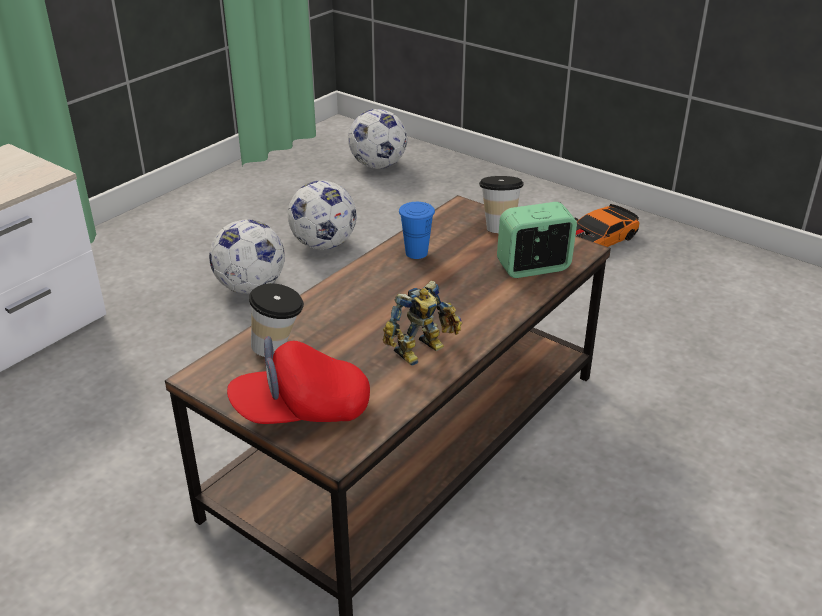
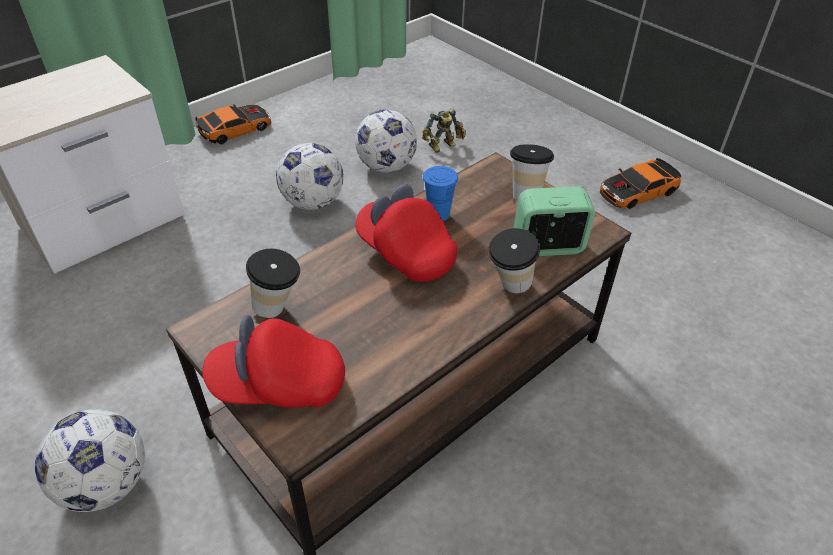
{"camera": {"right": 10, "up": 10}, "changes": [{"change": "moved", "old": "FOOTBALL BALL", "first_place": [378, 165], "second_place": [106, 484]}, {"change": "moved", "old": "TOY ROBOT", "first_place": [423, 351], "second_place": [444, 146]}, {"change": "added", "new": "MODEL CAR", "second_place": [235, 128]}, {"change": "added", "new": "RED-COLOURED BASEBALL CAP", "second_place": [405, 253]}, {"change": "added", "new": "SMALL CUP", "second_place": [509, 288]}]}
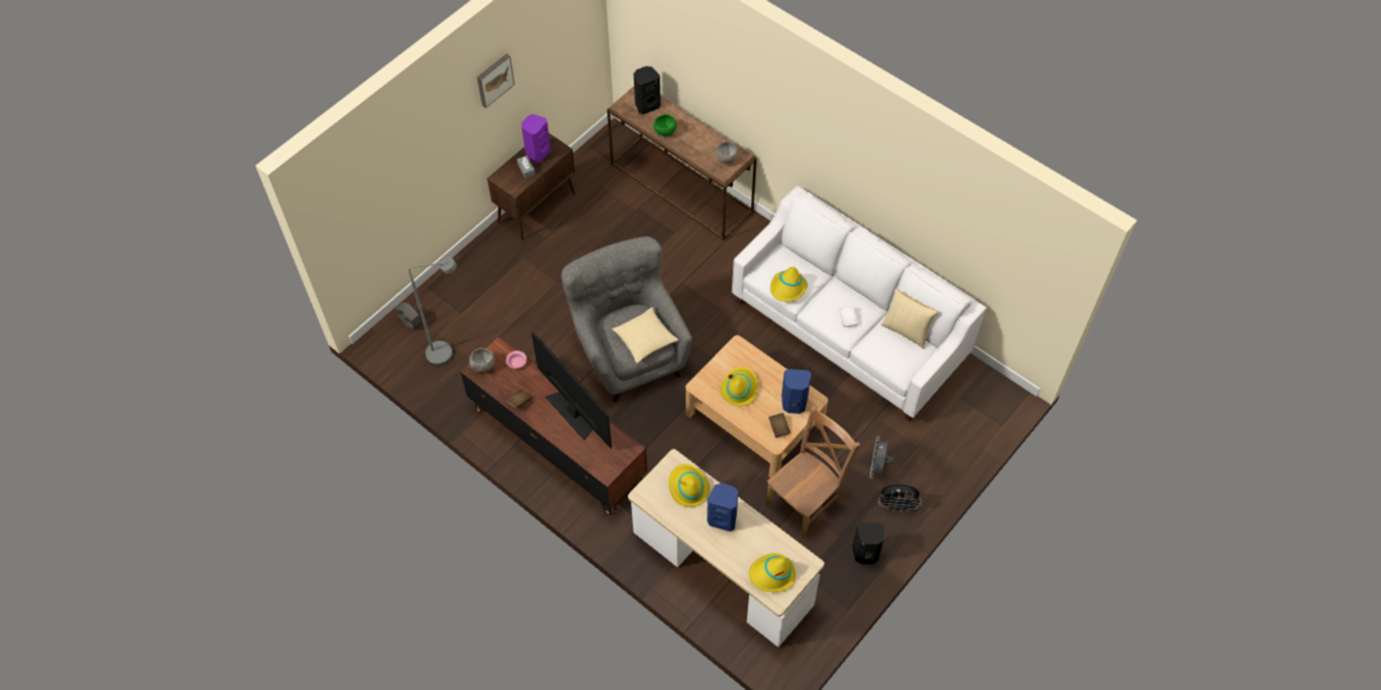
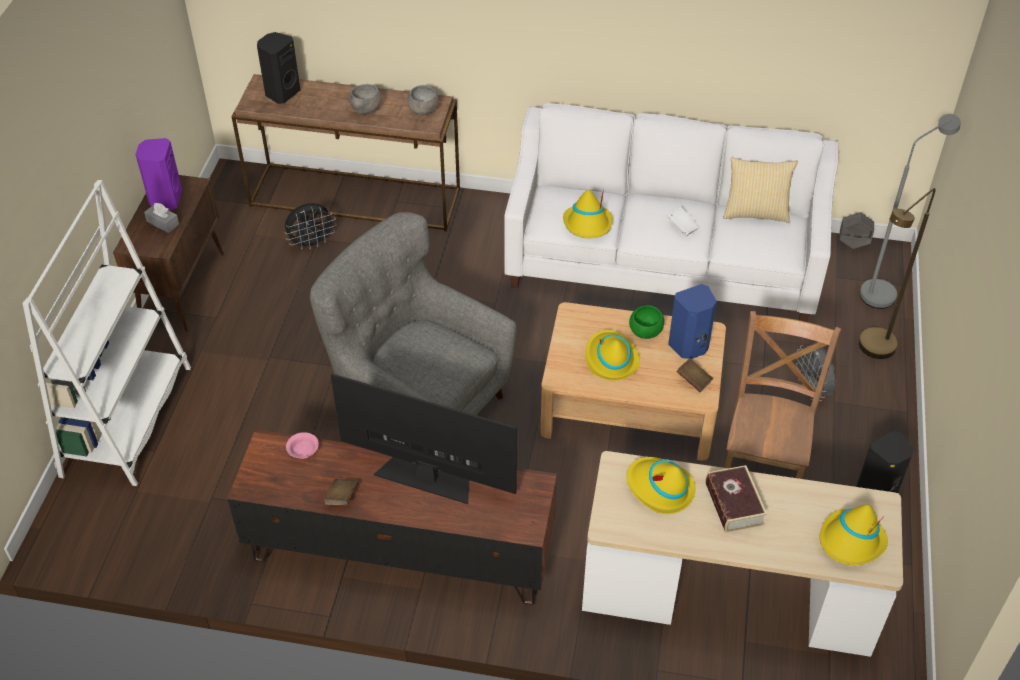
{"camera": {"right": -30, "up": -10}, "changes": [{"change": "removed", "old": "PICTURE", "first_place": [494, 79]}, {"change": "moved", "old": "GREEN SERVING BOWL", "first_place": [665, 132], "second_place": [646, 332]}, {"change": "moved", "old": "GREYISH STANDARD LAMP", "first_place": [447, 352], "second_place": [883, 290]}, {"change": "moved", "old": "GREYISH FLOWER POT", "first_place": [410, 322], "second_place": [853, 244]}, {"change": "removed", "old": "THROW PILLOW", "first_place": [645, 340]}, {"change": "moved", "old": "GREYISH SERVING BOWL", "first_place": [482, 366], "second_place": [365, 110]}, {"change": "replaced", "old": "BLUE LOUDSPEAKER", "new": "BOUND BOOK", "first_place": [723, 518], "second_place": [734, 504]}, {"change": "moved", "old": "BLACKISH COOLING FAN", "first_place": [897, 506], "second_place": [311, 243]}, {"change": "added", "new": "WHITE-COLOURED BOOKCASE", "second_place": [127, 420]}, {"change": "added", "new": "BROWNISH STANDARD LAMP", "second_place": [872, 351]}]}
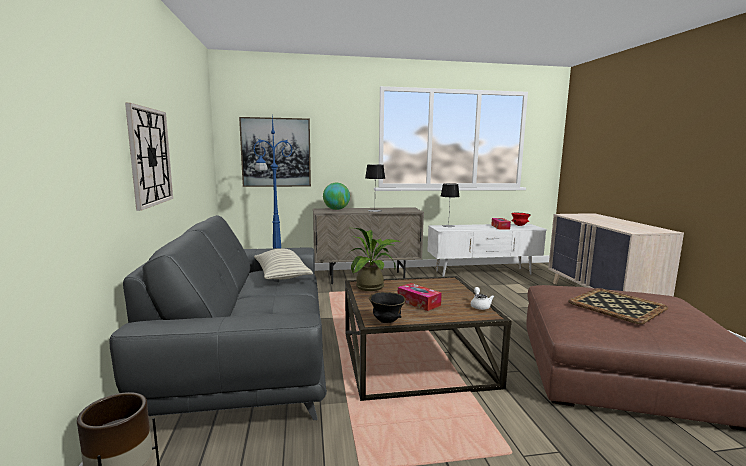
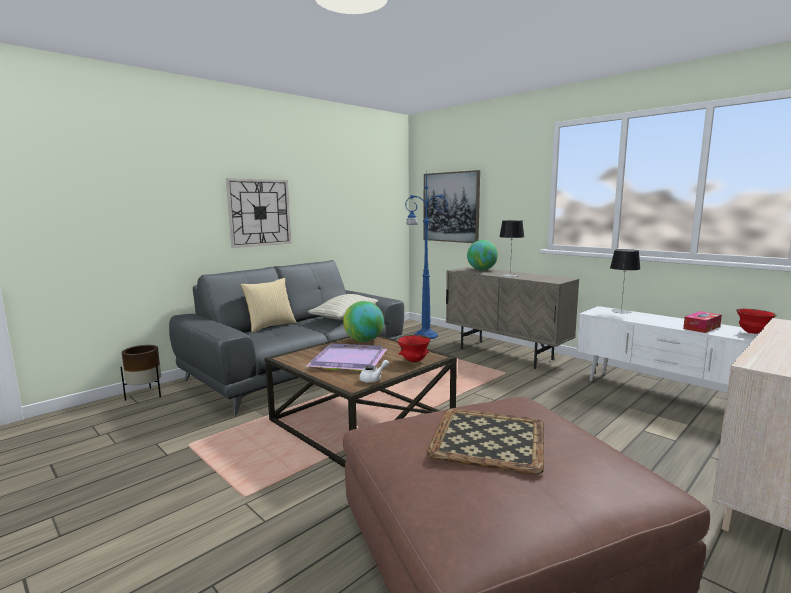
{"camera": {"right": 55, "up": 0}, "changes": [{"change": "replaced", "old": "PLANT IN A POT", "new": "DESK GLOBE", "first_place": [373, 287], "second_place": [364, 341]}, {"change": "replaced", "old": "TISSUE HOLDER", "new": "PURPLE-COLOURED SERVING TRAY", "first_place": [418, 302], "second_place": [347, 359]}, {"change": "removed", "old": "BLACKISH SERVING BOWL", "first_place": [386, 322]}, {"change": "added", "new": "THROW PILLOW", "second_place": [270, 326]}, {"change": "added", "new": "RED-COLOURED SERVING BOWL", "second_place": [413, 361]}]}
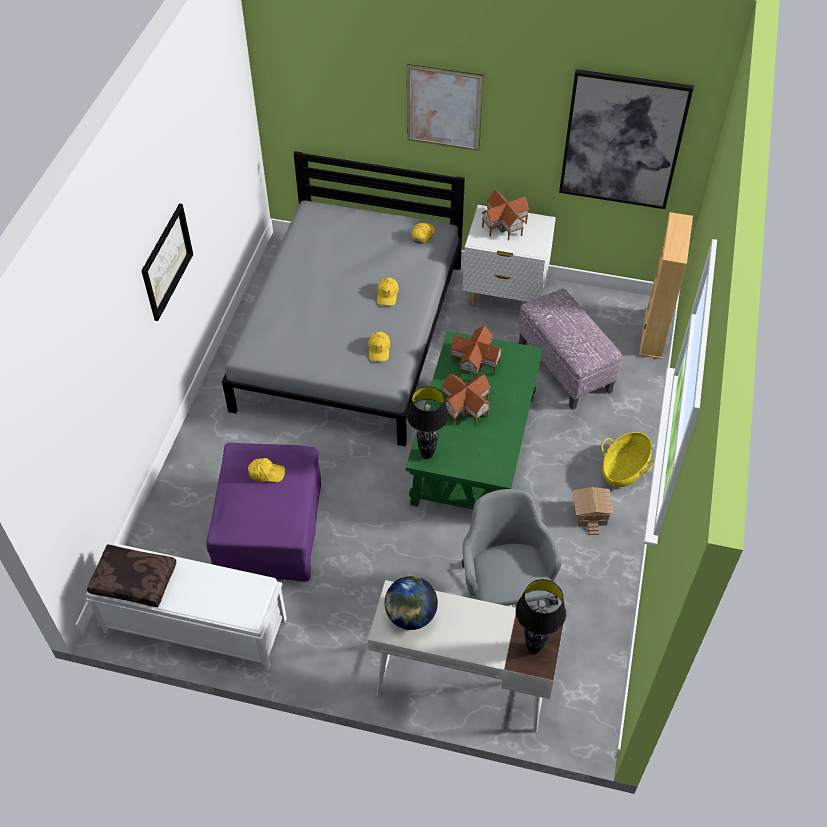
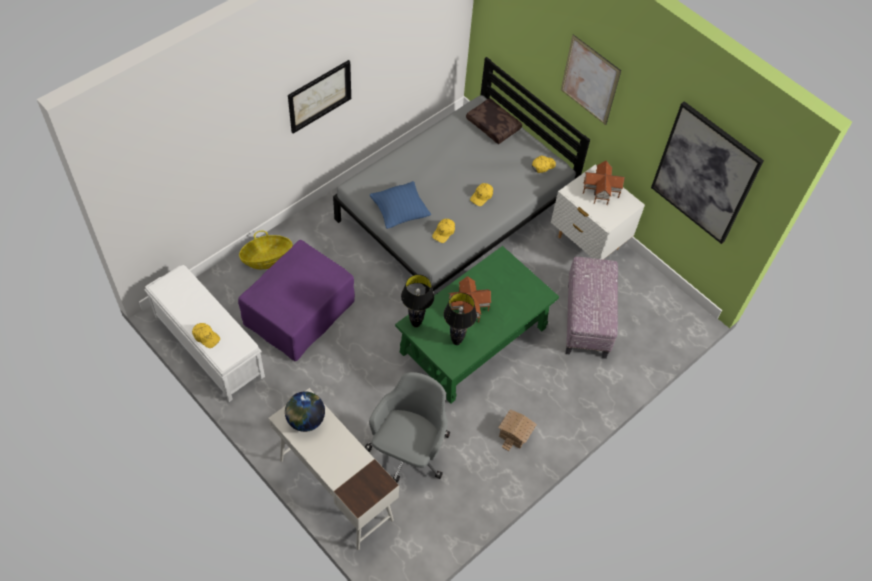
{"camera": {"right": 30, "up": 5}, "changes": [{"change": "removed", "old": "BEIGE-COLOURED BOOKCASE", "first_place": [653, 333]}, {"change": "removed", "old": "MODEL HOUSE", "first_place": [475, 361]}, {"change": "moved", "old": "STORAGE BASKET", "first_place": [624, 469], "second_place": [267, 259]}, {"change": "moved", "old": "YELLOW-COLOURED BASEBALL CAP", "first_place": [266, 473], "second_place": [206, 337]}, {"change": "moved", "old": "BROWNISH THROW PILLOW", "first_place": [135, 580], "second_place": [494, 125]}, {"change": "moved", "old": "BLACKISH TABLE LAMP", "first_place": [534, 648], "second_place": [456, 342]}, {"change": "added", "new": "BLUE THROW PILLOW", "second_place": [399, 213]}]}
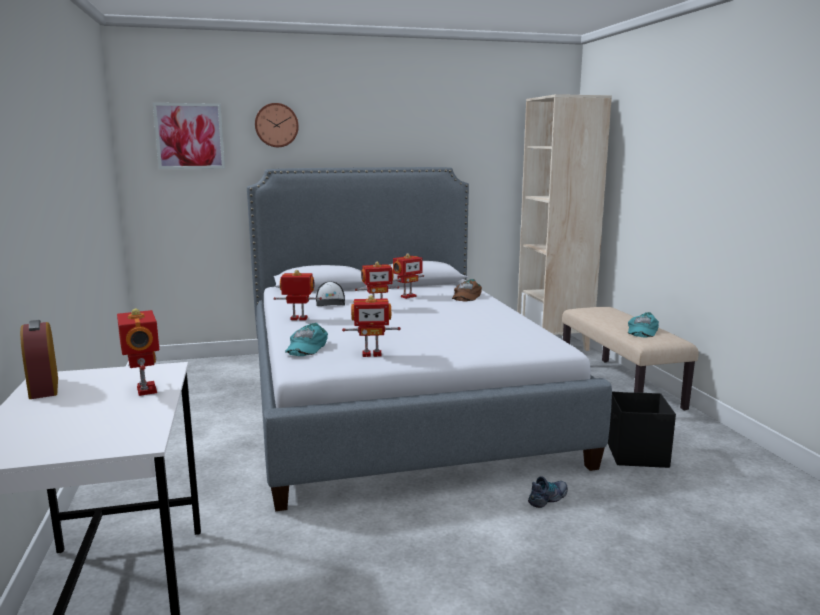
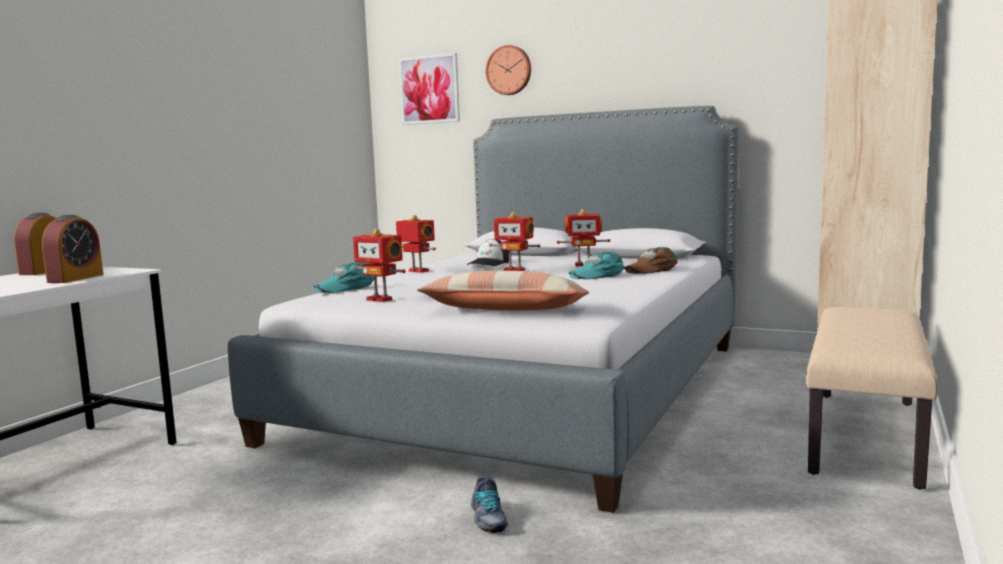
{"camera": {"right": 40, "up": -5}, "changes": [{"change": "replaced", "old": "TOY ROBOT", "new": "BEDSIDE CLOCK", "first_place": [144, 390], "second_place": [75, 278]}, {"change": "moved", "old": "BLUE-GREEN BASEBALL CAP", "first_place": [641, 330], "second_place": [597, 275]}, {"change": "removed", "old": "BLACKISH STORAGE BOX", "first_place": [636, 454]}, {"change": "turned", "old": "ITEM OF FOOTWEAR", "first_place": [548, 498], "second_place": [488, 519], "degrees": 75}, {"change": "added", "new": "THROW PILLOW", "second_place": [505, 310]}]}
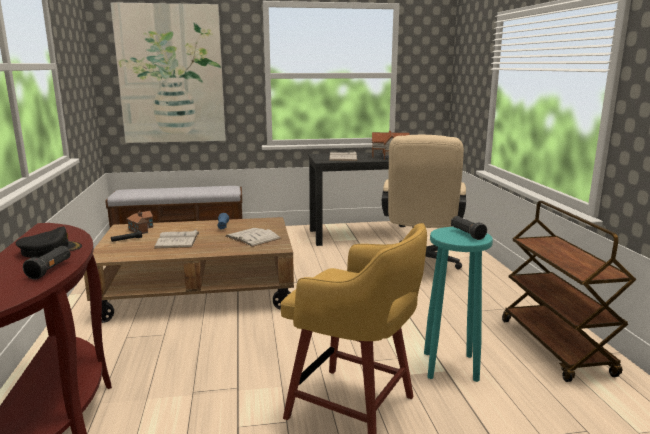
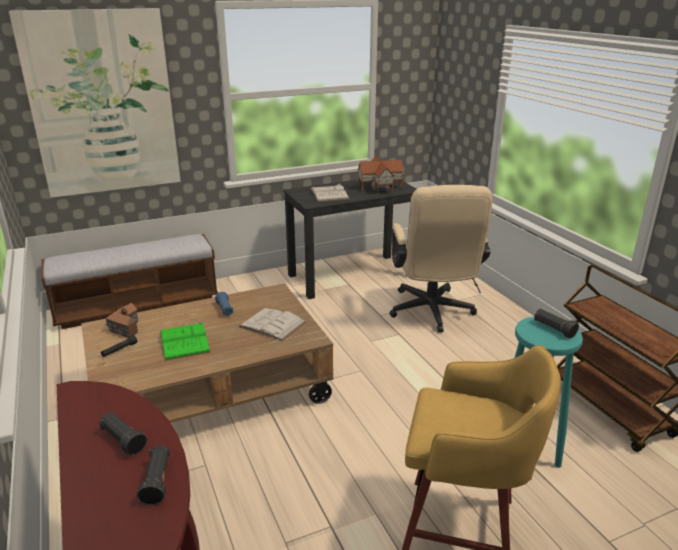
{"camera": {"right": -15, "up": 10}, "changes": [{"change": "replaced", "old": "BLACKISH BASEBALL CAP", "new": "BLACKISH FLASHLIGHT", "first_place": [50, 250], "second_place": [123, 440]}, {"change": "recoloured", "old": "WHITE-COLOURED BOUND BOOK", "new": "GREEN BOUND BOOK", "first_place": [177, 240], "second_place": [184, 341]}]}
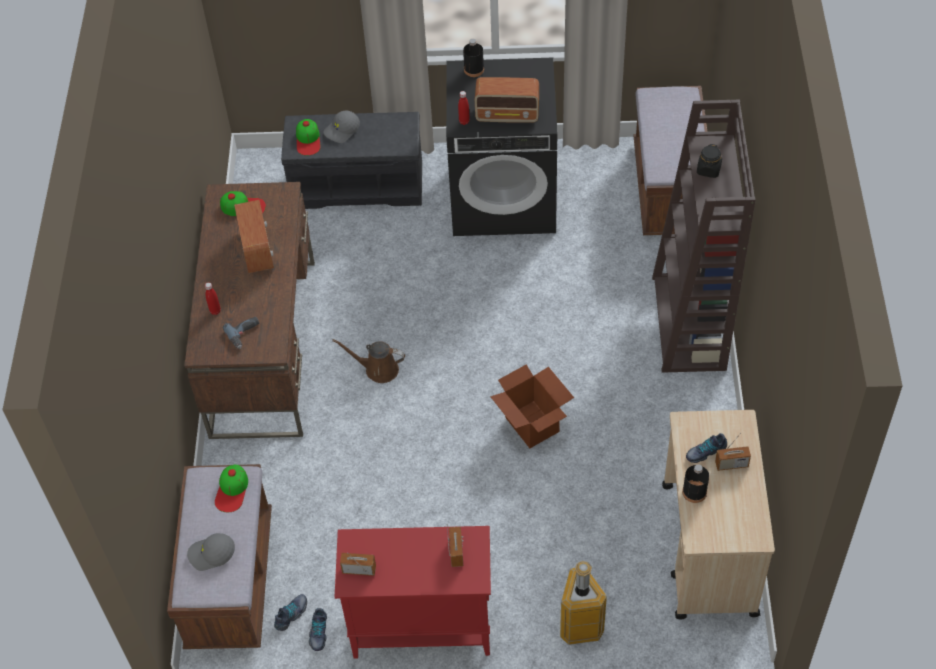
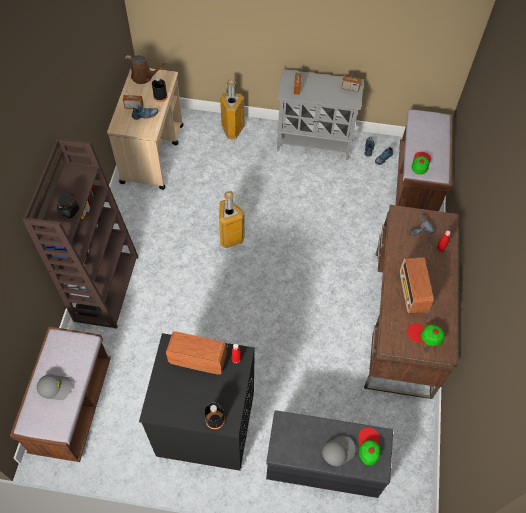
{"camera": {"right": -175, "up": 5}, "changes": [{"change": "moved", "old": "BROWNISH WATERING CAN", "first_place": [378, 369], "second_place": [144, 77]}, {"change": "replaced", "old": "CARTON", "new": "TRASH CAN", "first_place": [532, 425], "second_place": [230, 237]}, {"change": "recoloured", "old": "RED-COLOURED STORAGE CABINET", "new": "GREYISH STORAGE CABINET", "first_place": [420, 627], "second_place": [315, 142]}, {"change": "moved", "old": "GREYISH BASEBALL CAP", "first_place": [212, 554], "second_place": [56, 387]}]}
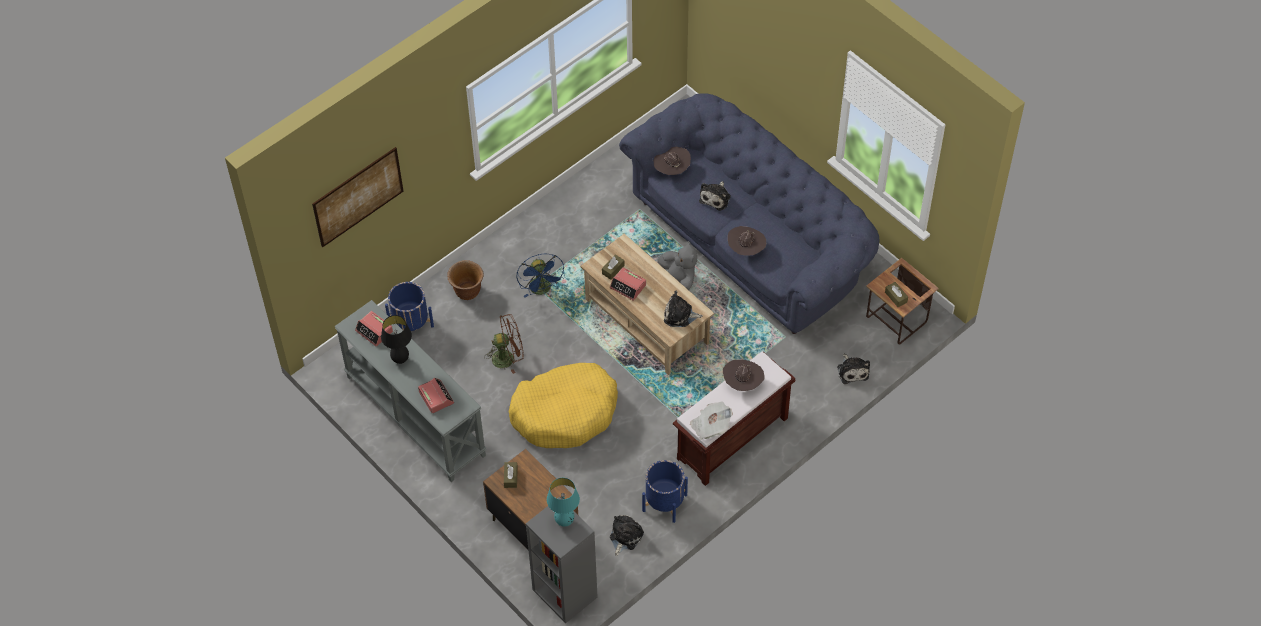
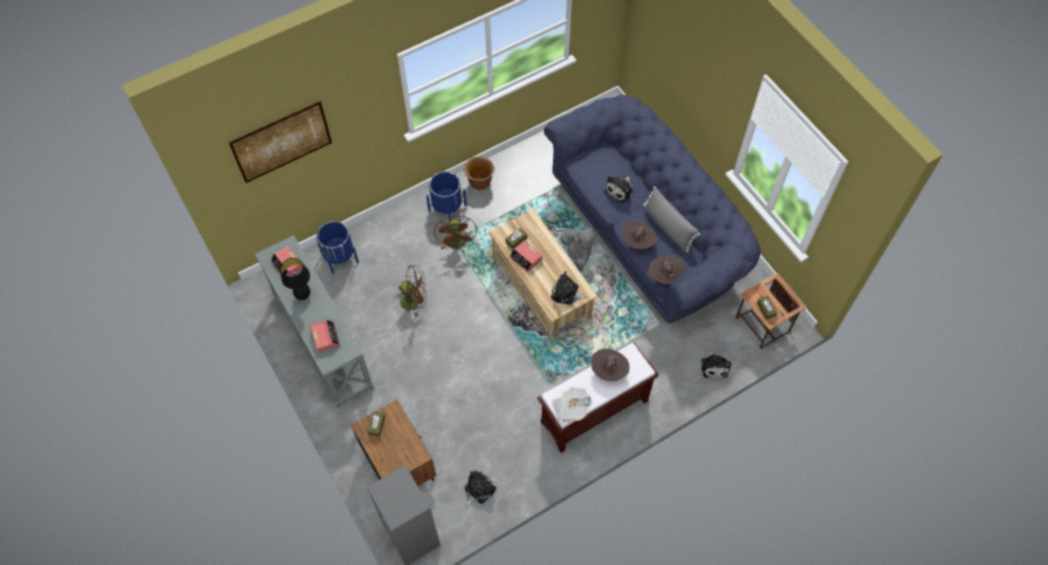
{"camera": {"right": 10, "up": 5}, "changes": [{"change": "moved", "old": "BROWNISH HAT", "first_place": [671, 169], "second_place": [664, 276]}, {"change": "recoloured", "old": "BLUE COOLING FAN", "new": "BROWNISH COOLING FAN", "first_place": [542, 290], "second_place": [458, 245]}, {"change": "moved", "old": "BROWNISH FLOWER POT", "first_place": [467, 291], "second_place": [479, 182]}, {"change": "removed", "old": "YELLOW-COLOURED PET BED", "first_place": [565, 412]}, {"change": "moved", "old": "BLUE FLOWER POT", "first_place": [664, 502], "second_place": [447, 208]}, {"change": "removed", "old": "BLUE-GREEN TABLE LAMP", "first_place": [564, 521]}, {"change": "added", "new": "GREYISH THROW PILLOW", "second_place": [667, 227]}]}
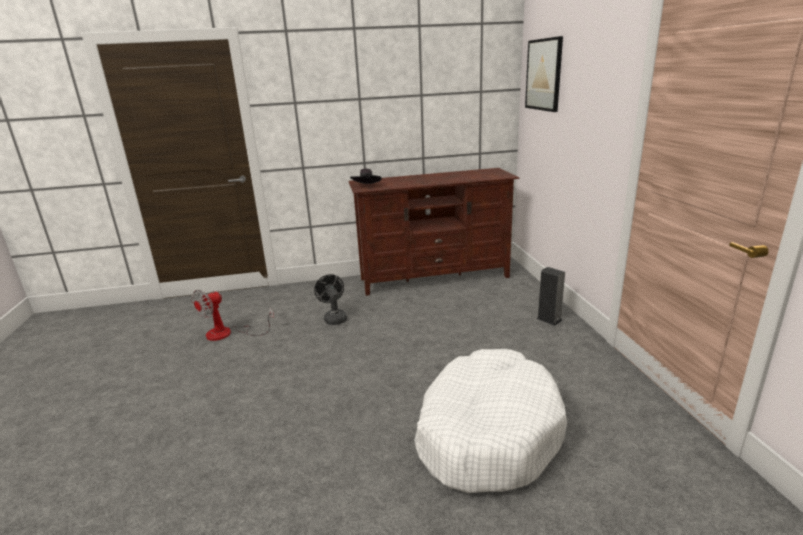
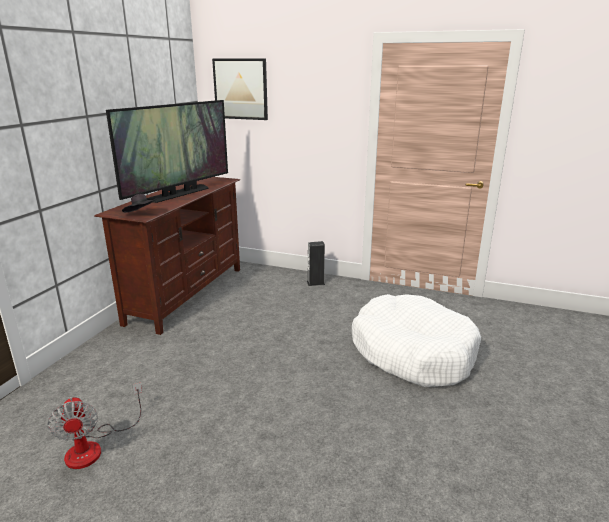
{"camera": {"right": -60, "up": 0}, "changes": [{"change": "removed", "old": "BLACKISH COOLING FAN", "first_place": [334, 318]}, {"change": "added", "new": "TV", "second_place": [179, 194]}]}
